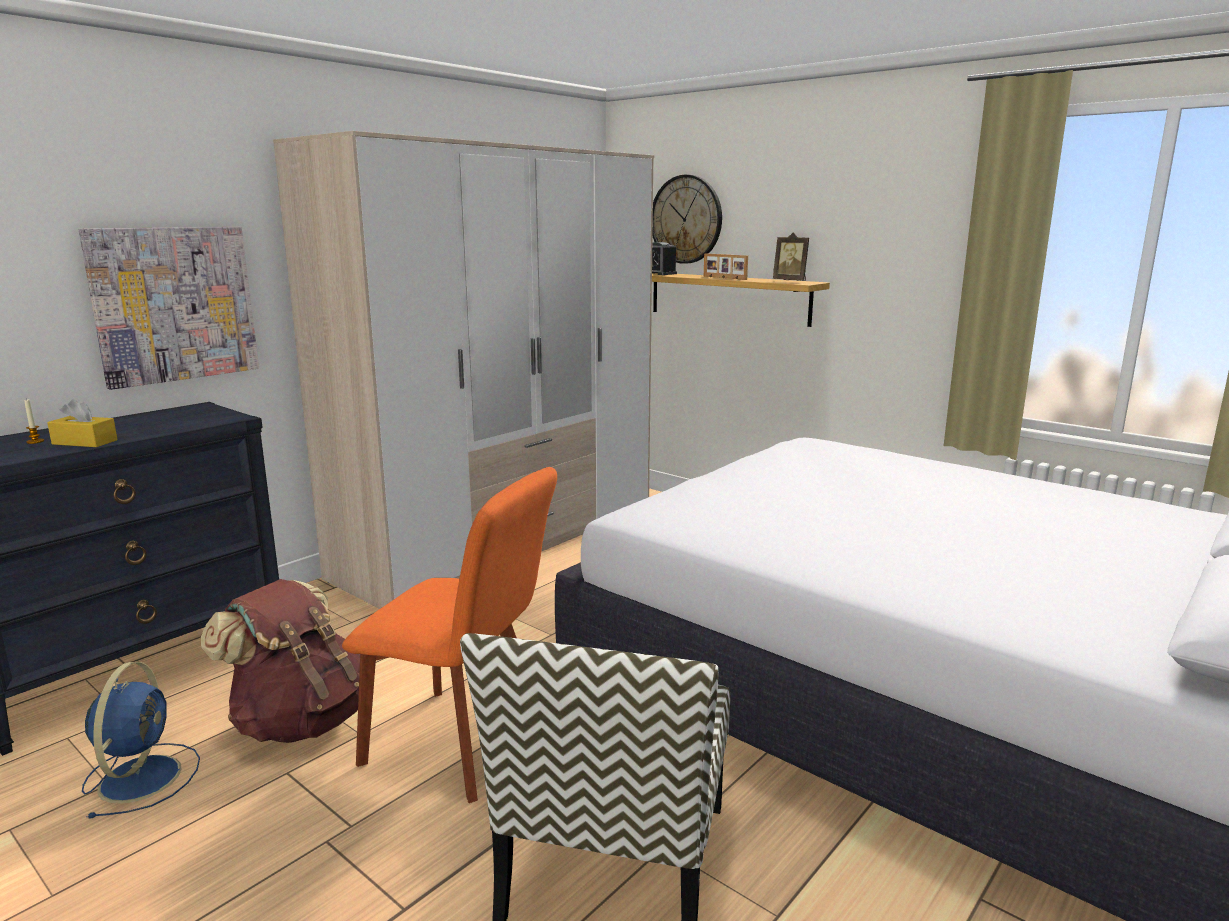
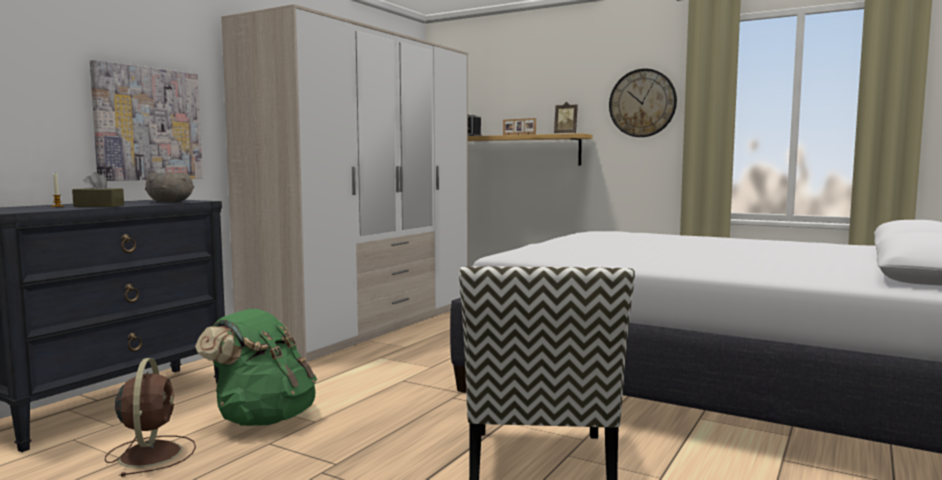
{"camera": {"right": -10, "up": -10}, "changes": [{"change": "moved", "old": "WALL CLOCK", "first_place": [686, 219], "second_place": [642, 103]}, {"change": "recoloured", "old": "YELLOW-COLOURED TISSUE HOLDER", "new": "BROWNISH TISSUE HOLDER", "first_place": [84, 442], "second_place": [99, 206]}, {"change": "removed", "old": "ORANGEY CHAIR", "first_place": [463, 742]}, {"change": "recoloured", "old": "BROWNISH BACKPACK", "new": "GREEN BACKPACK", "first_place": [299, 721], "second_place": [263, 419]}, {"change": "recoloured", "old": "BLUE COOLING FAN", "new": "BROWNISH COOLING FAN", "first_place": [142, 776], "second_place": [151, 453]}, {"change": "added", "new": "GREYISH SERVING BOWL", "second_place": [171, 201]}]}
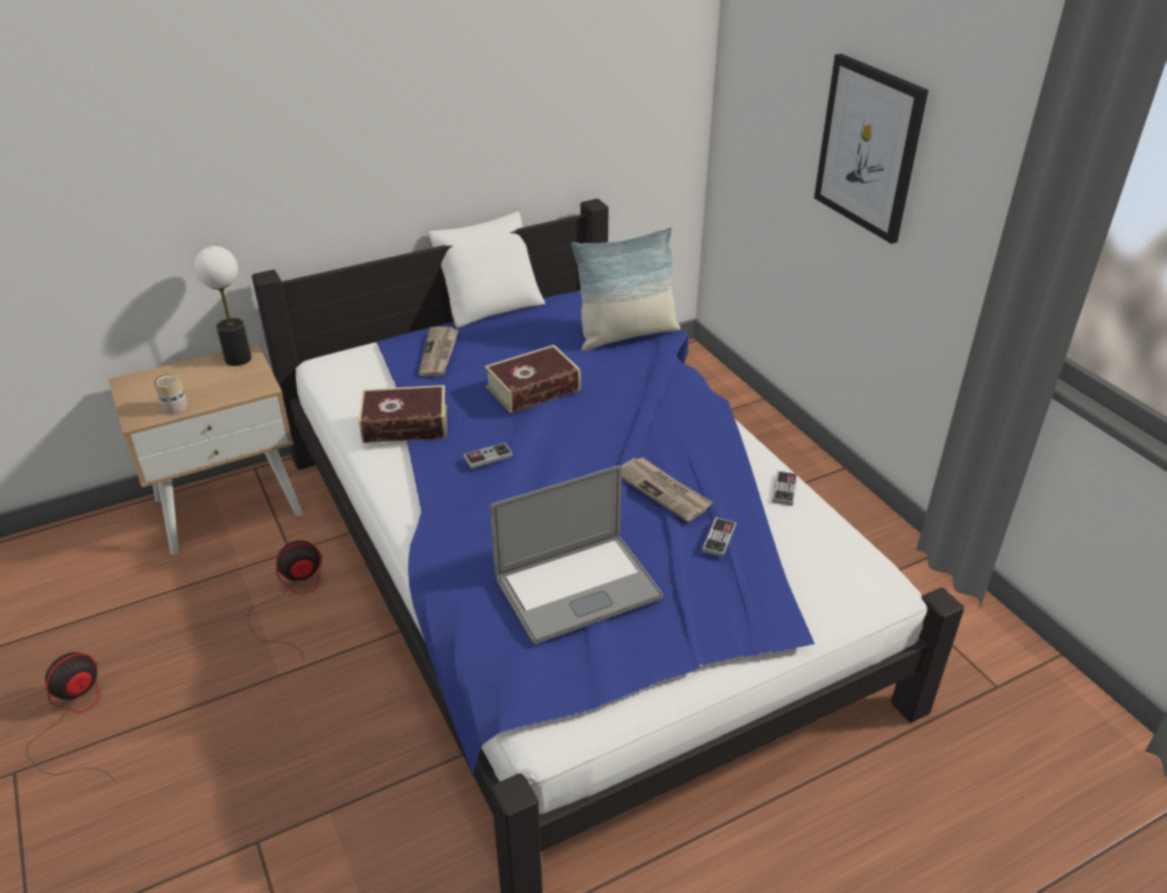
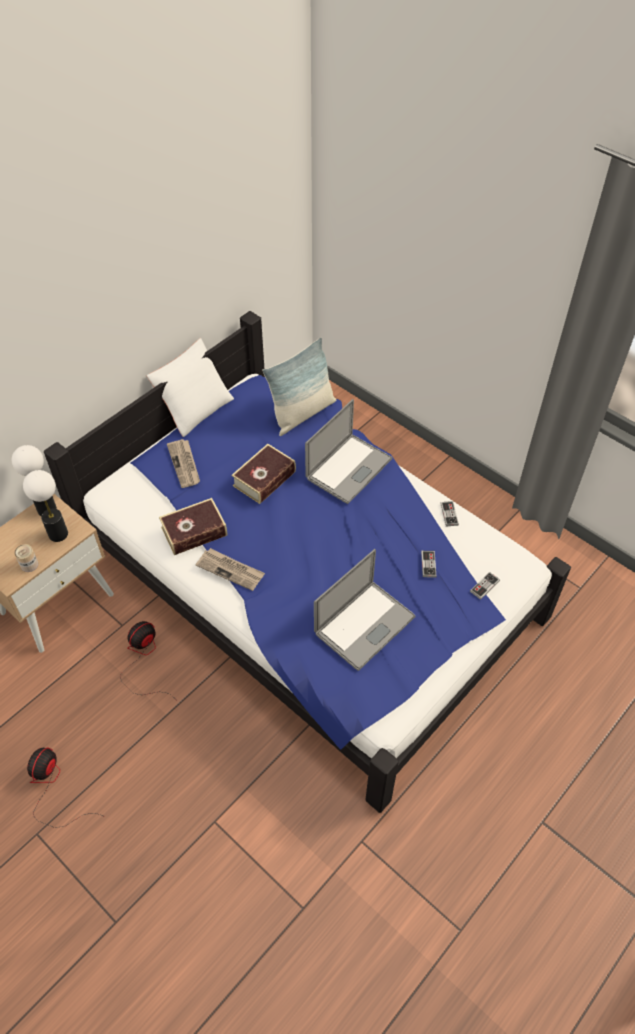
{"camera": {"right": -20, "up": 15}, "changes": [{"change": "removed", "old": "PICTURE", "first_place": [869, 148]}, {"change": "moved", "old": "JOYPAD", "first_place": [488, 457], "second_place": [484, 586]}, {"change": "moved", "old": "NEWSPAPER", "first_place": [663, 490], "second_place": [231, 570]}, {"change": "added", "new": "LAPTOP", "second_place": [349, 468]}, {"change": "added", "new": "TABLE LAMP", "second_place": [58, 534]}]}
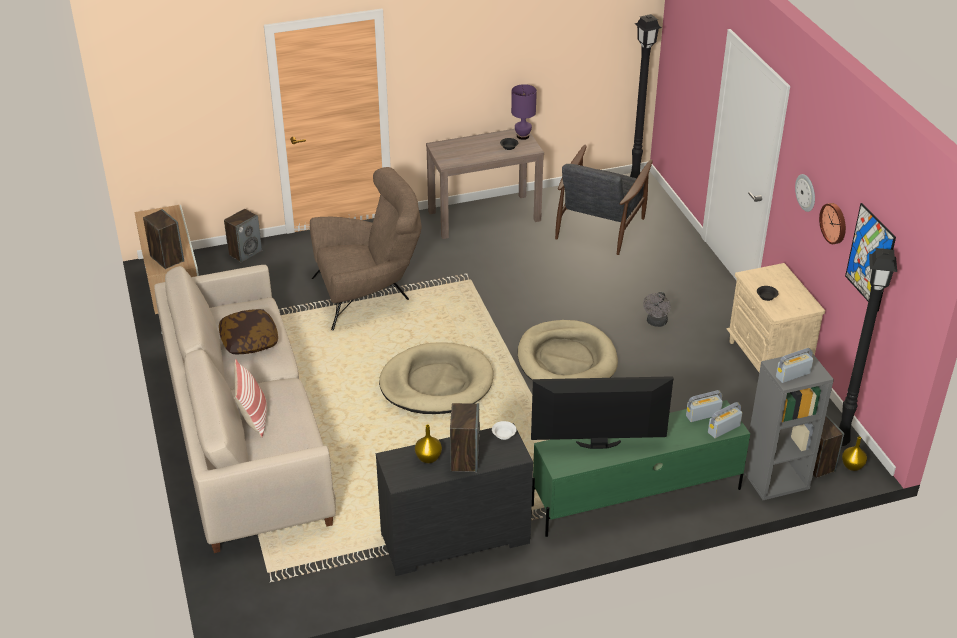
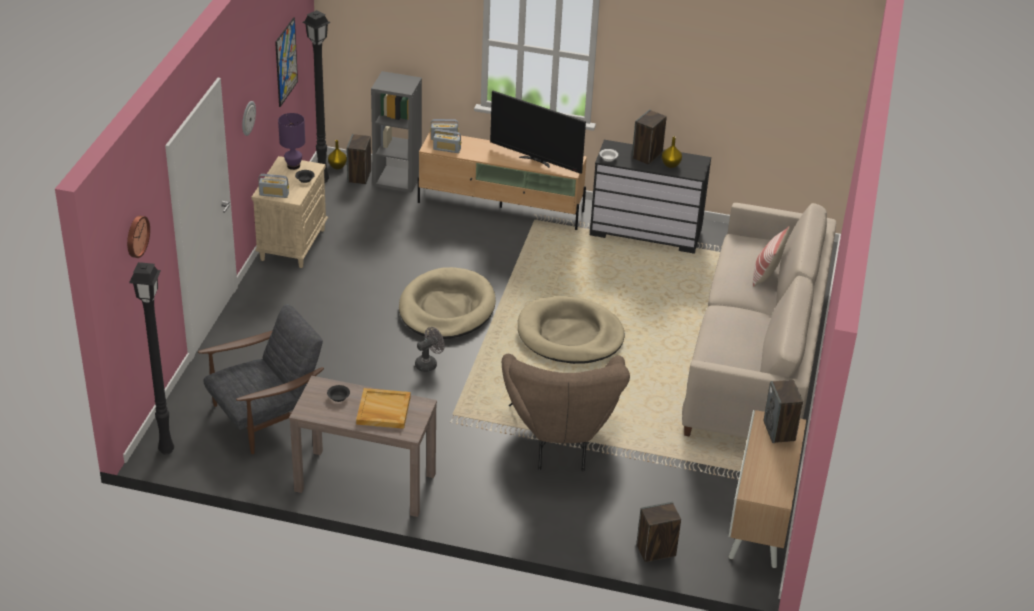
{"camera": {"right": -150, "up": 0}, "changes": [{"change": "moved", "old": "PURPLE-COLOURED TABLE LAMP", "first_place": [523, 136], "second_place": [293, 165]}, {"change": "turned", "old": "BROWNISH LOUNGE CHAIR", "first_place": [369, 294], "second_place": [561, 442], "degrees": -105}, {"change": "moved", "old": "WALL CLOCK", "first_place": [834, 223], "second_place": [136, 236]}, {"change": "moved", "old": "GREYISH COOLING FAN", "first_place": [656, 323], "second_place": [429, 363]}, {"change": "removed", "old": "THROW PILLOW", "first_place": [249, 341]}, {"change": "moved", "old": "RADIO", "first_place": [793, 375], "second_place": [274, 194]}, {"change": "recoloured", "old": "GREEN TV UNIT", "new": "BEIGE-COLOURED TV UNIT", "first_place": [635, 497], "second_place": [501, 207]}, {"change": "added", "new": "BEIGE-COLOURED SERVING TRAY", "second_place": [383, 410]}]}
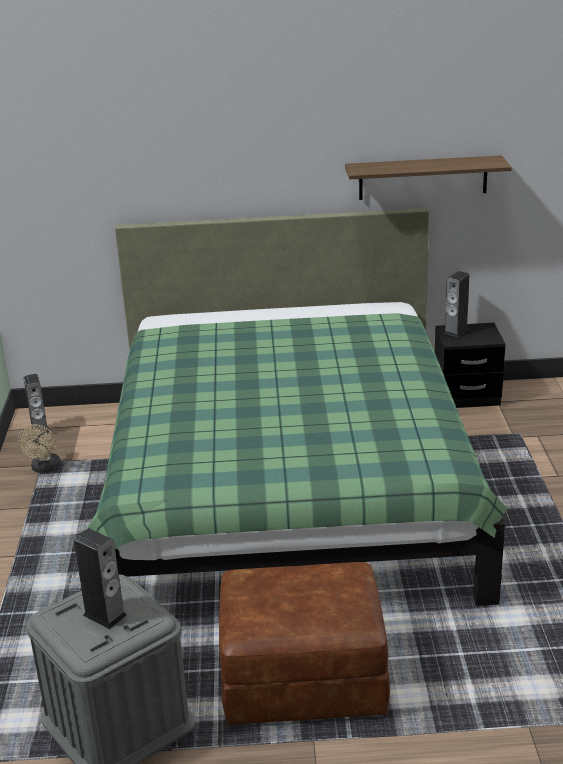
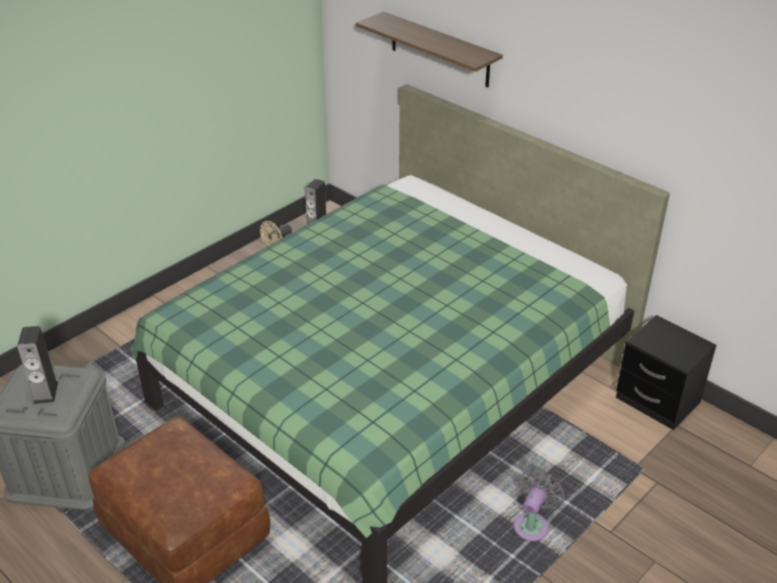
{"camera": {"right": 45, "up": 10}, "changes": [{"change": "moved", "old": "WALL SHELF", "first_place": [423, 177], "second_place": [439, 50]}, {"change": "removed", "old": "LOUDSPEAKER", "first_place": [456, 331]}, {"change": "added", "new": "GREYISH COOLING FAN", "second_place": [532, 524]}]}
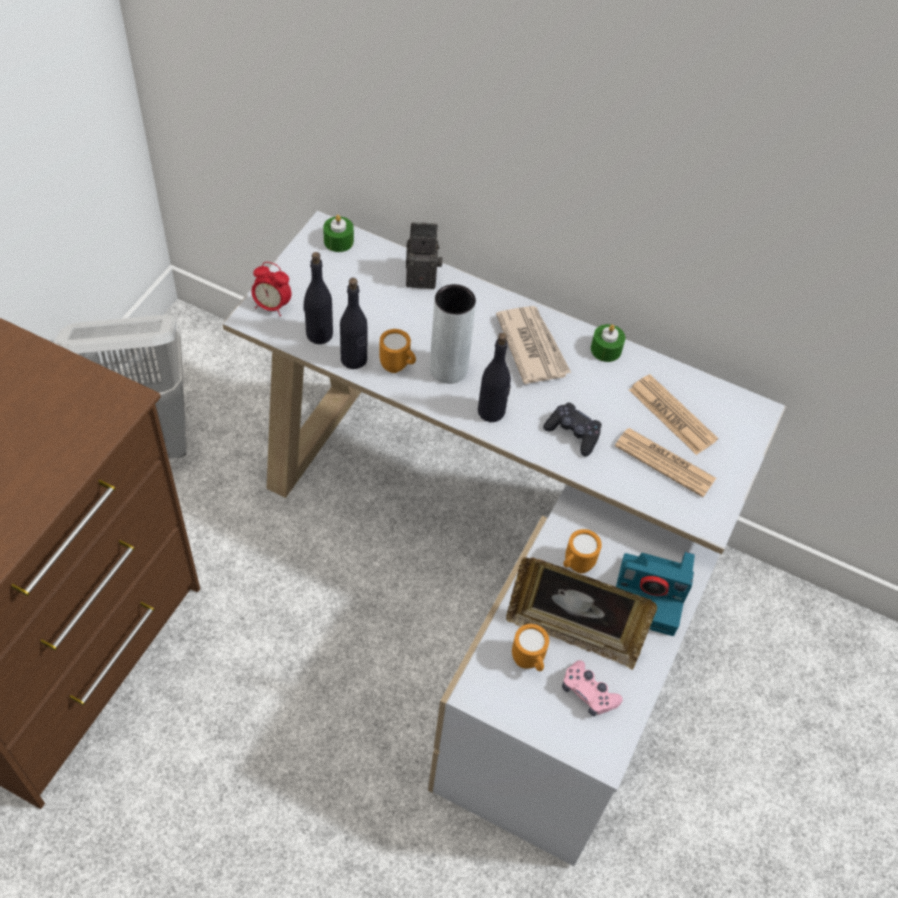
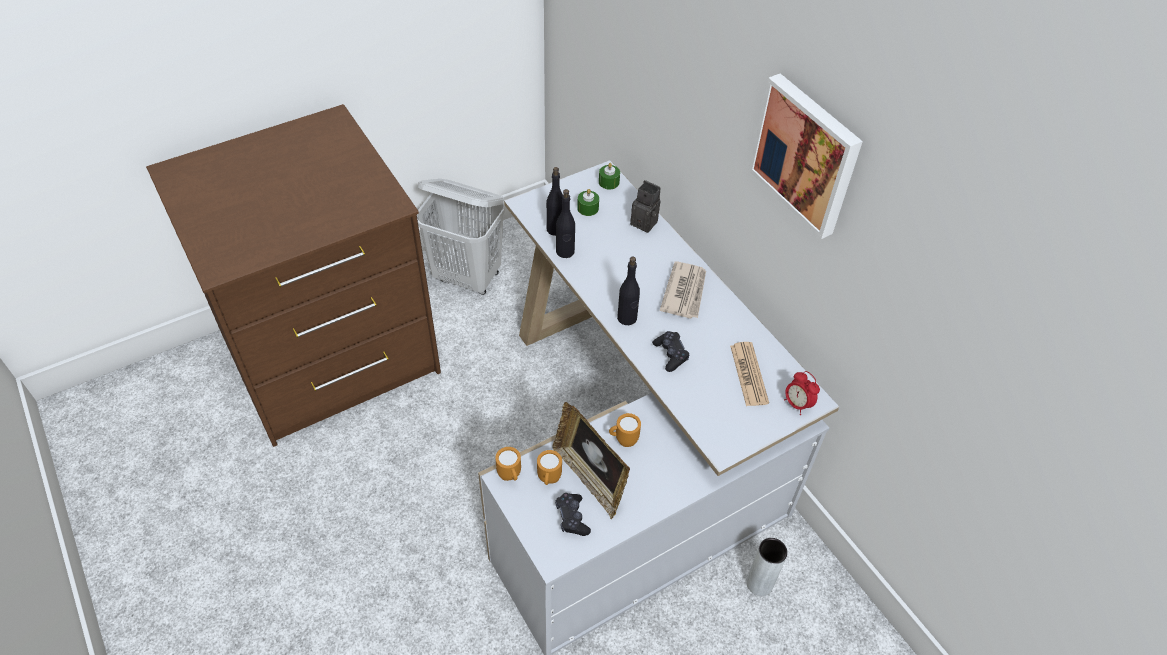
{"camera": {"right": 35, "up": -5}, "changes": [{"change": "moved", "old": "BEDSIDE CLOCK", "first_place": [272, 306], "second_place": [797, 404]}, {"change": "moved", "old": "GREYISH FLOWER VASE", "first_place": [448, 369], "second_place": [759, 583]}, {"change": "moved", "old": "GREEN CANDLE", "first_place": [606, 349], "second_place": [588, 208]}, {"change": "moved", "old": "ORANGEY MUG", "first_place": [398, 367], "second_place": [510, 476]}, {"change": "removed", "old": "NEWSPAPER", "first_place": [664, 462]}, {"change": "removed", "old": "STILL CAMERA", "first_place": [650, 595]}, {"change": "recoloured", "old": "PINK JOYPAD", "new": "BLACKISH JOYPAD", "first_place": [588, 693], "second_place": [572, 518]}, {"change": "added", "new": "PICTURE", "second_place": [806, 154]}]}
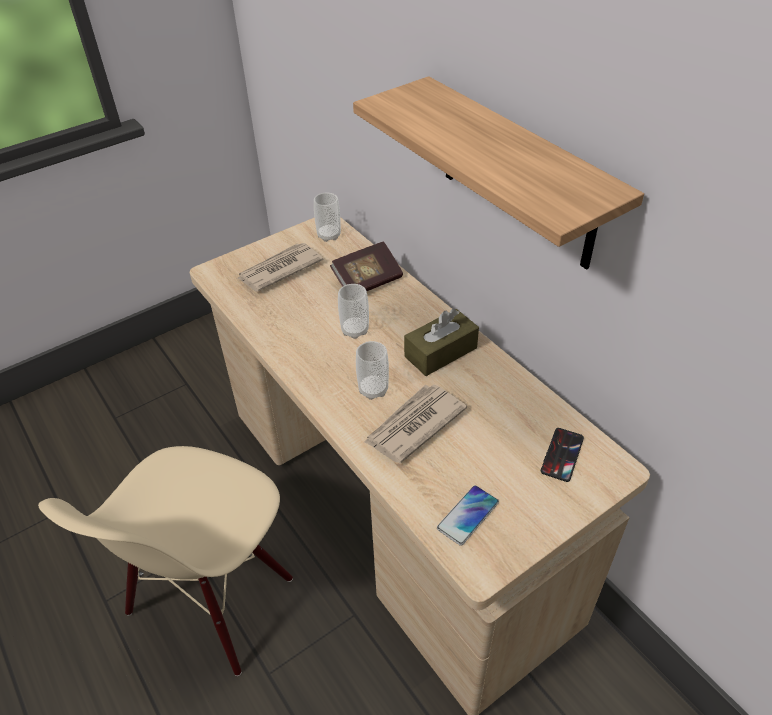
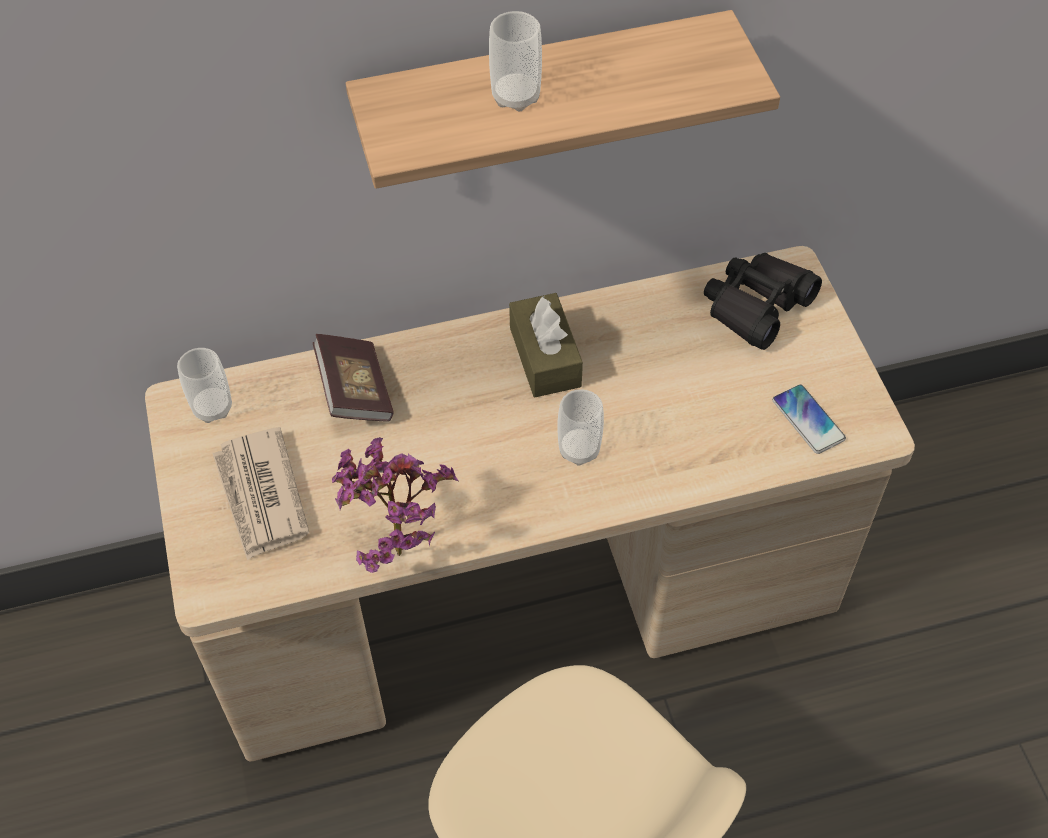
{"camera": {"right": -70, "up": 10}, "changes": [{"change": "moved", "old": "SMALL CUP", "first_place": [355, 330], "second_place": [516, 97]}, {"change": "removed", "old": "NEWSPAPER", "first_place": [413, 425]}, {"change": "replaced", "old": "TELEPHONE", "new": "BLACKISH FIELD GLASSES", "first_place": [562, 454], "second_place": [756, 306]}, {"change": "added", "new": "PLANT IN A POT", "second_place": [395, 542]}]}
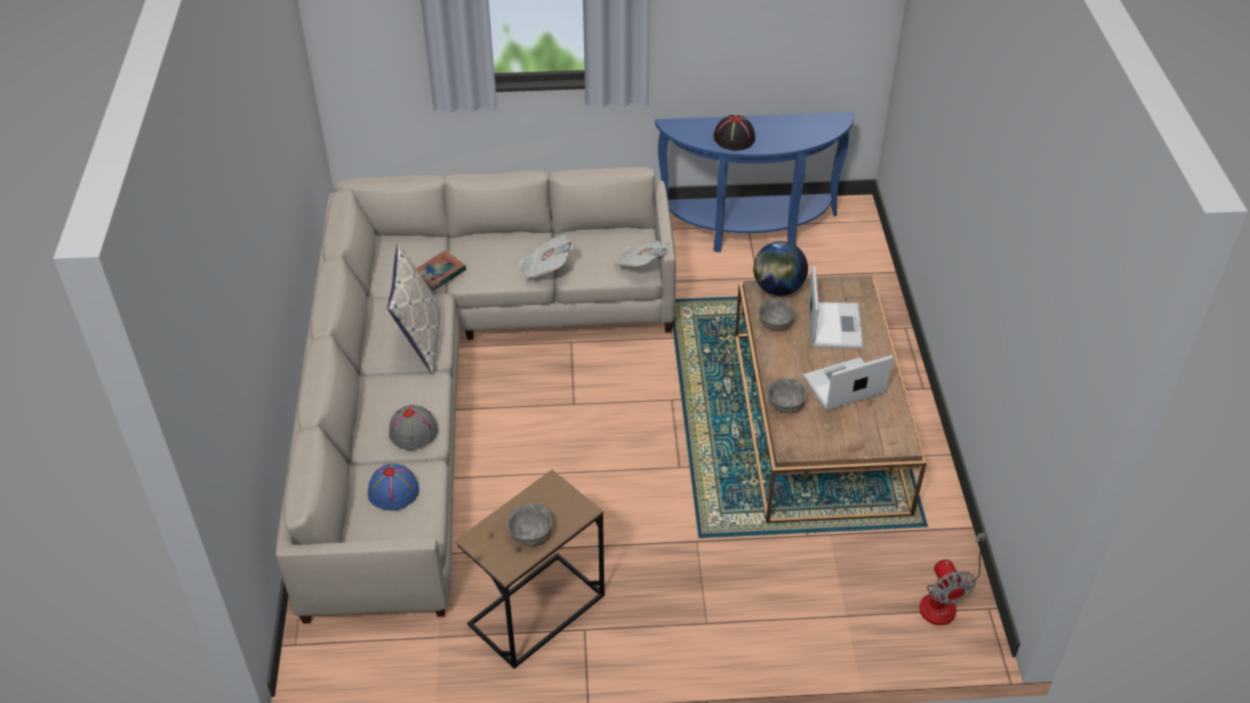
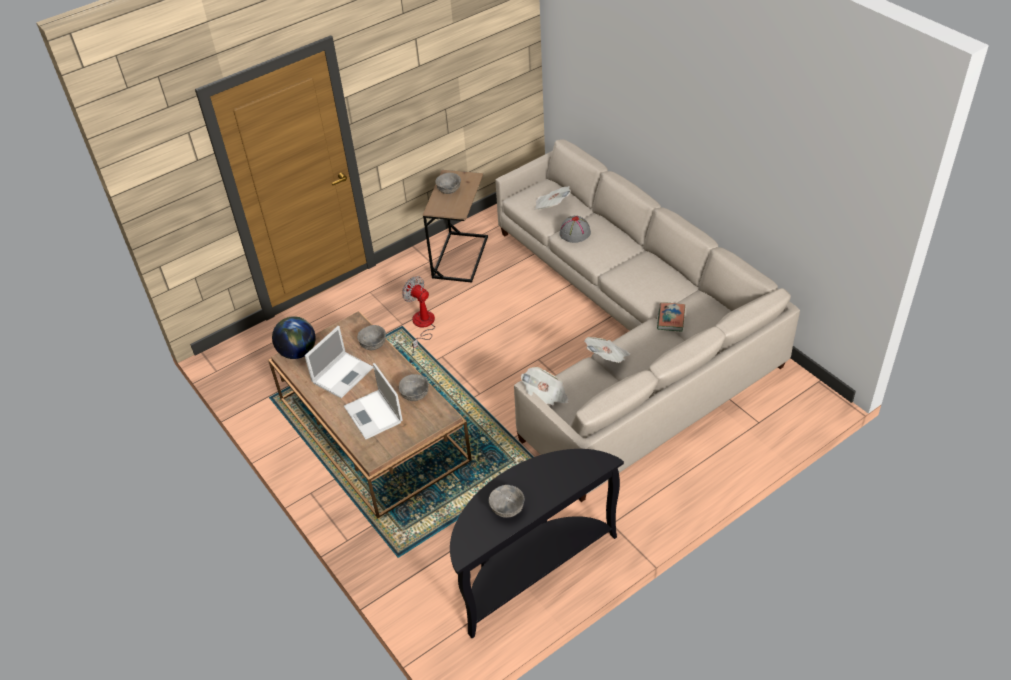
{"camera": {"right": 150, "up": 0}, "changes": [{"change": "recoloured", "old": "BLUE HALL TABLE", "new": "BLACKISH HALL TABLE", "first_place": [749, 231], "second_place": [531, 569]}, {"change": "removed", "old": "BLACKISH HAT", "first_place": [733, 138]}, {"change": "moved", "old": "DESK GLOBE", "first_place": [778, 288], "second_place": [298, 352]}, {"change": "removed", "old": "THROW PILLOW", "first_place": [420, 341]}, {"change": "replaced", "old": "BLUE HAT", "new": "NEWSPAPER", "first_place": [394, 491], "second_place": [551, 206]}, {"change": "moved", "old": "COOLING FAN", "first_place": [944, 600], "second_place": [422, 325]}, {"change": "added", "new": "GREYISH SERVING BOWL", "second_place": [507, 508]}]}
